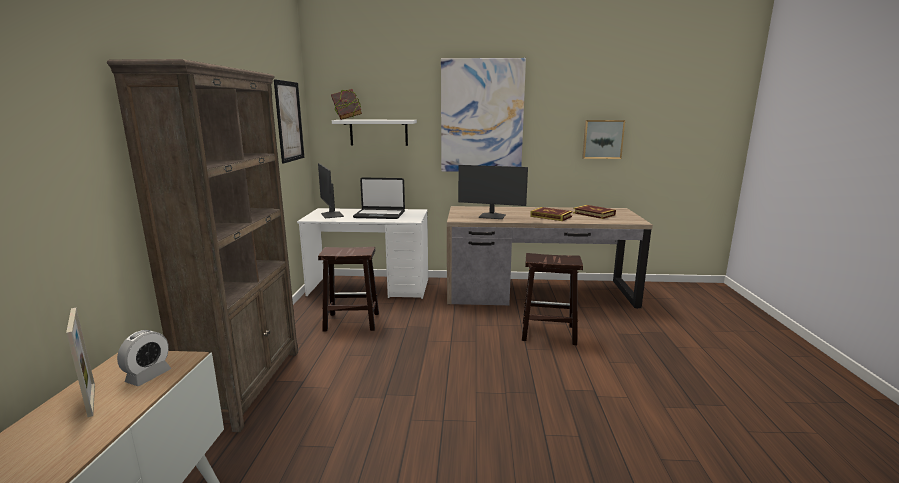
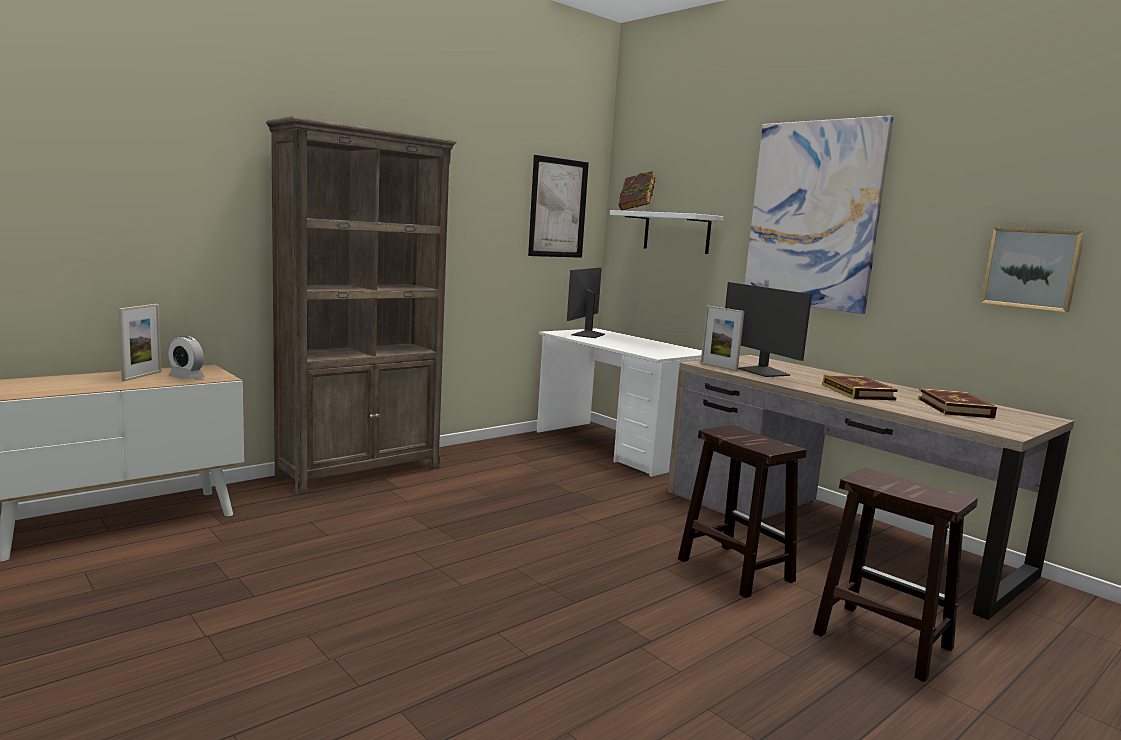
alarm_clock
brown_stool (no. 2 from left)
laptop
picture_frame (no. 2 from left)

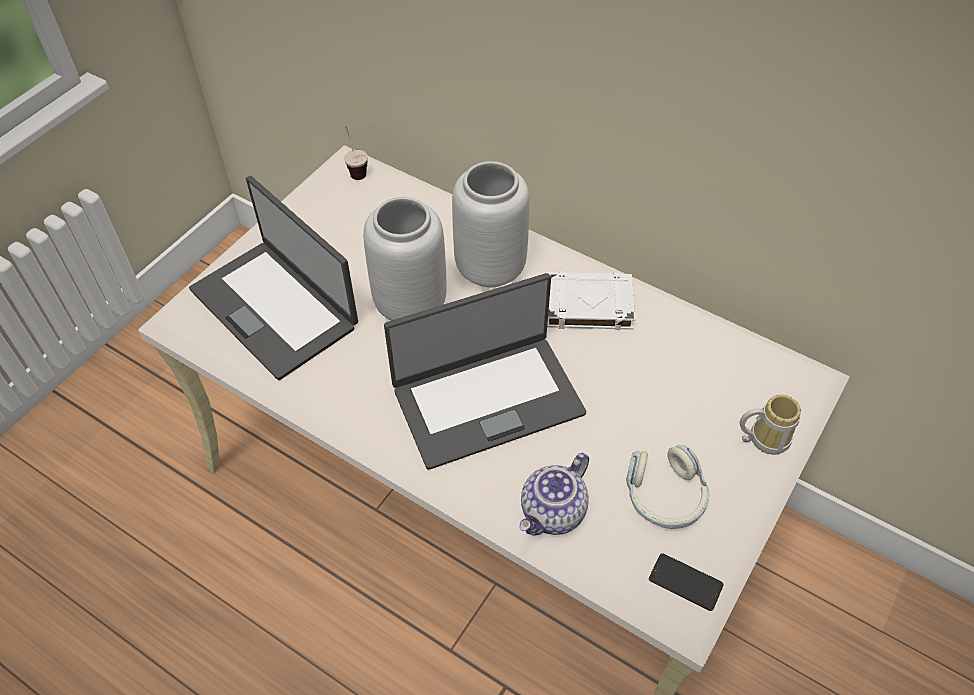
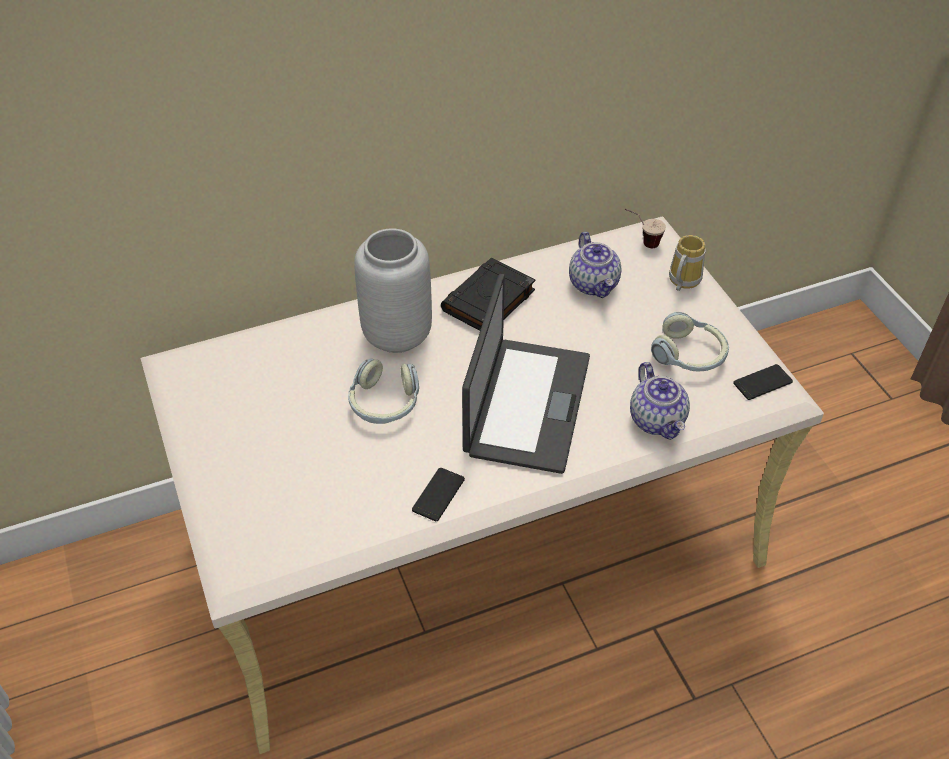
laptop (no. 1 from left in the first image)
cup
headphones (no. 1 from left)
black_book
phone (no. 1 from left)
teapot (no. 1 from left)

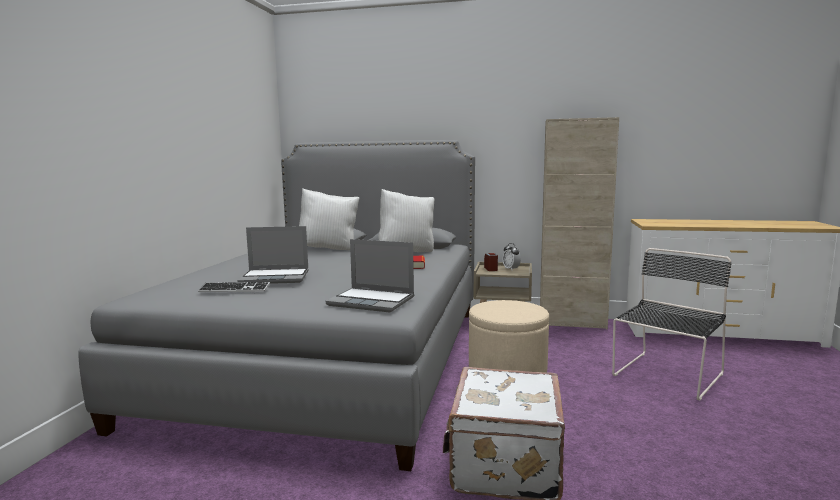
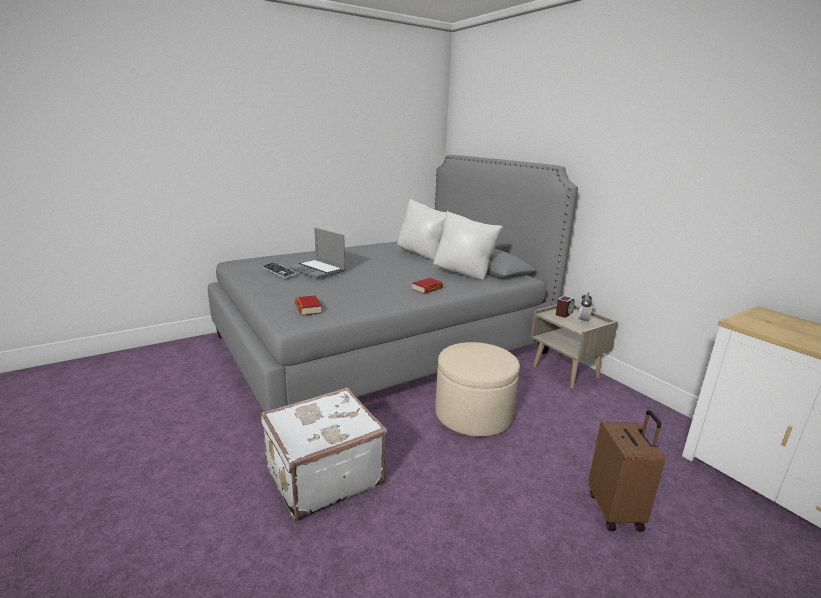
book (no. 1 from left)
beige_cabinet
brown_suitcase

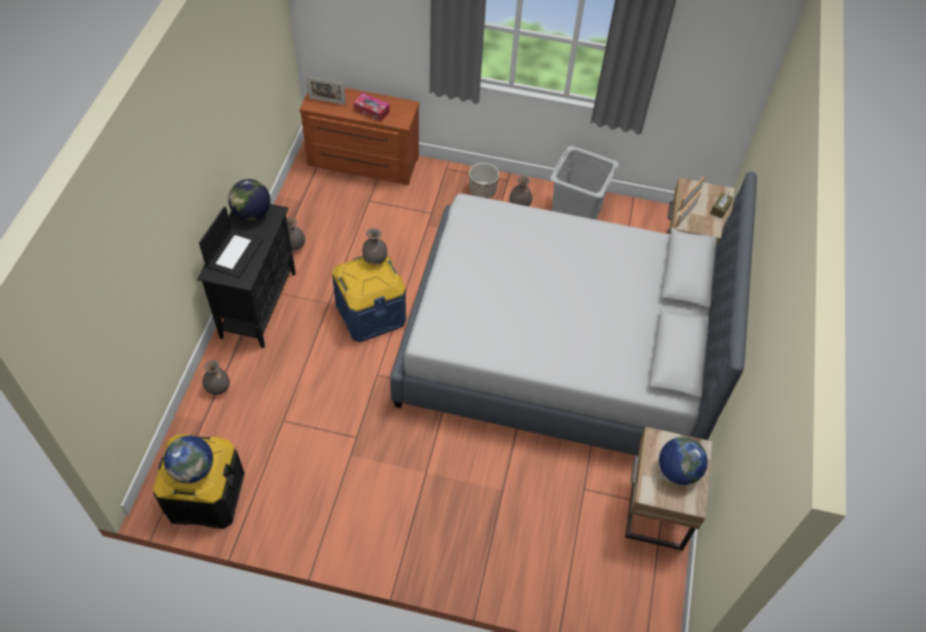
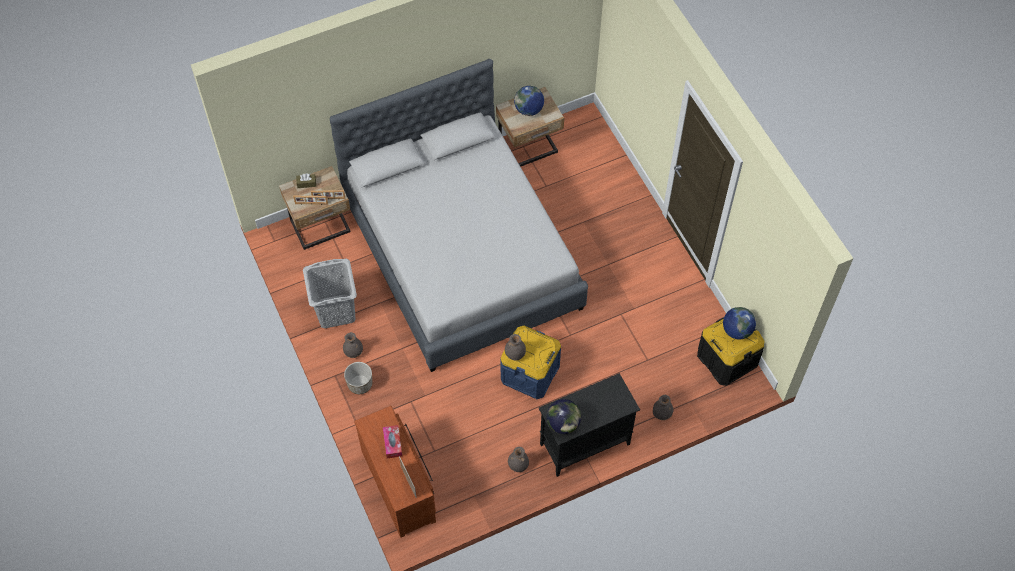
laptop

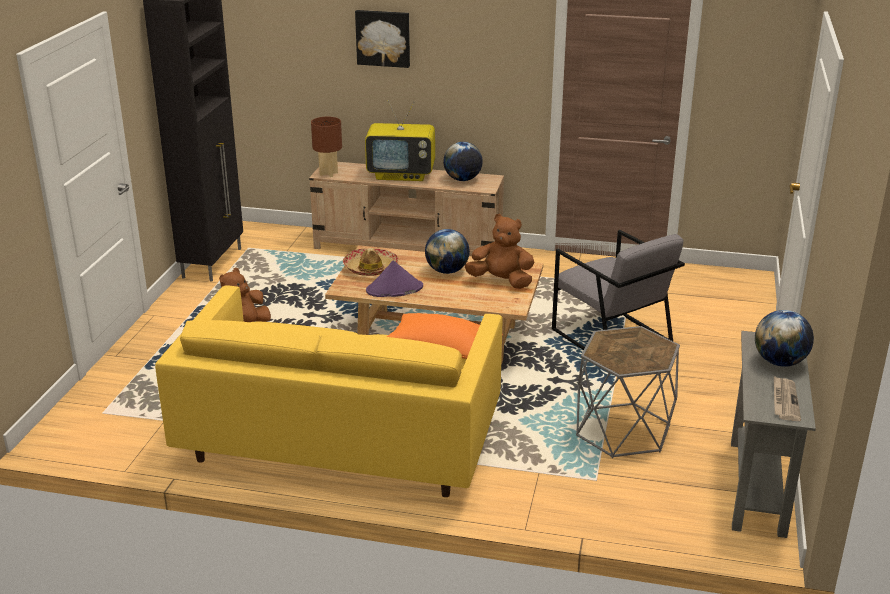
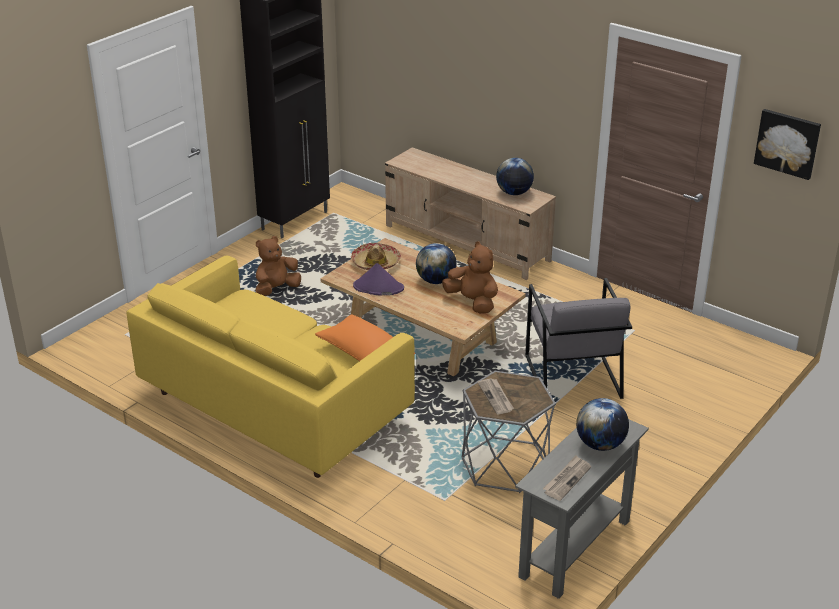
brown_table_lamp
picture
television
newspaper (no. 1 from left)

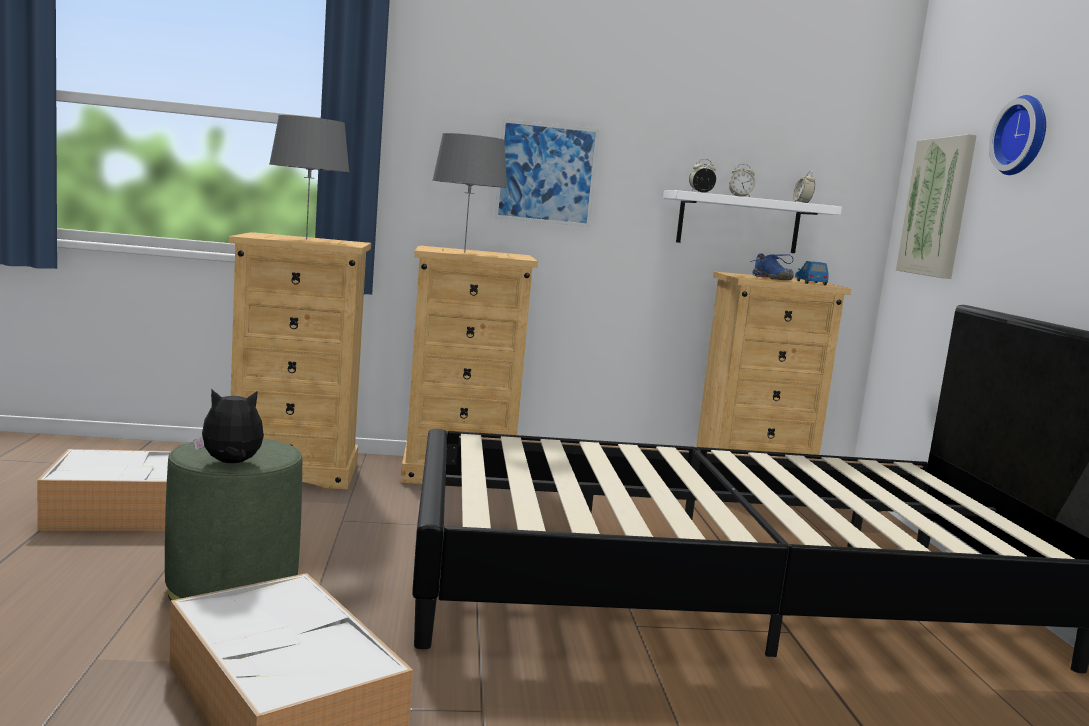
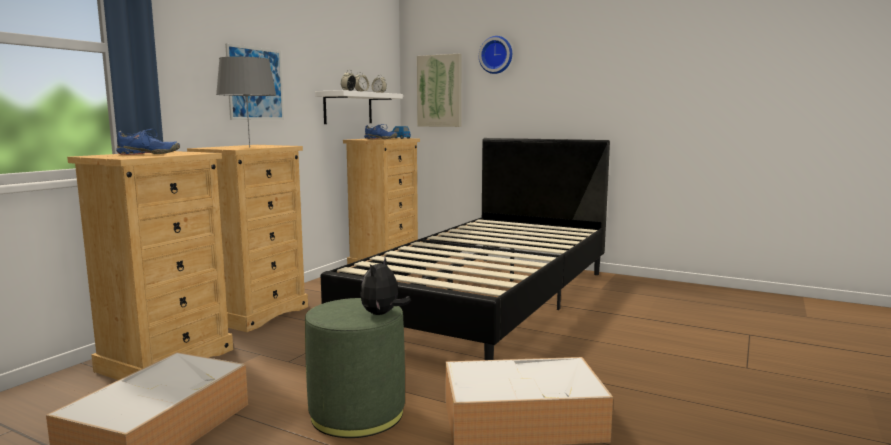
blue_shoe (no. 1 from left)

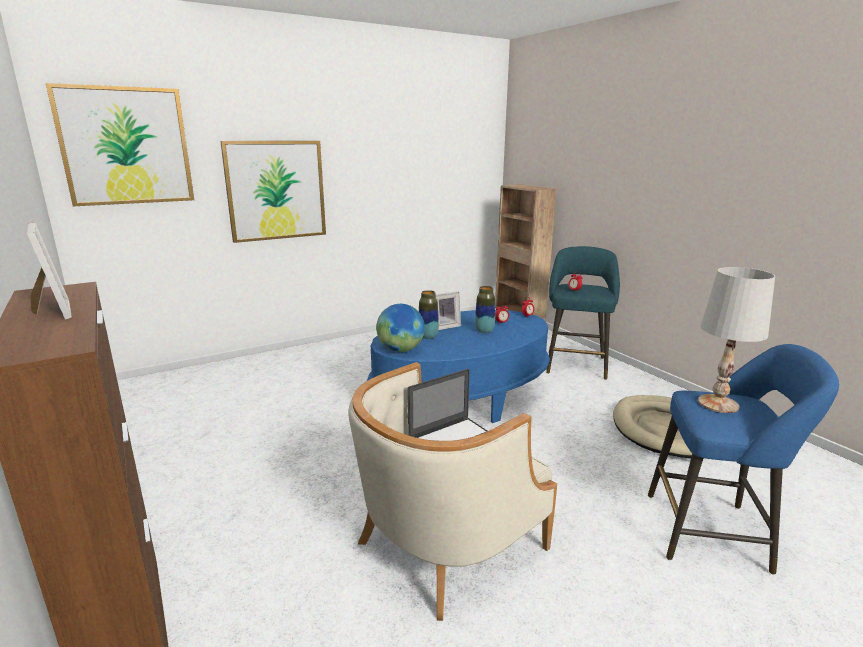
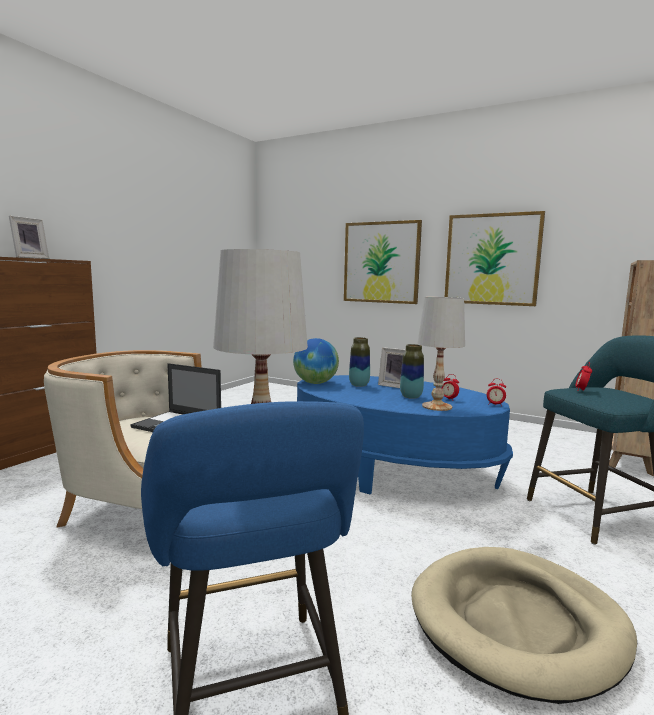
picture (no. 2 from left)
white_table_lamp (no. 2 from left)

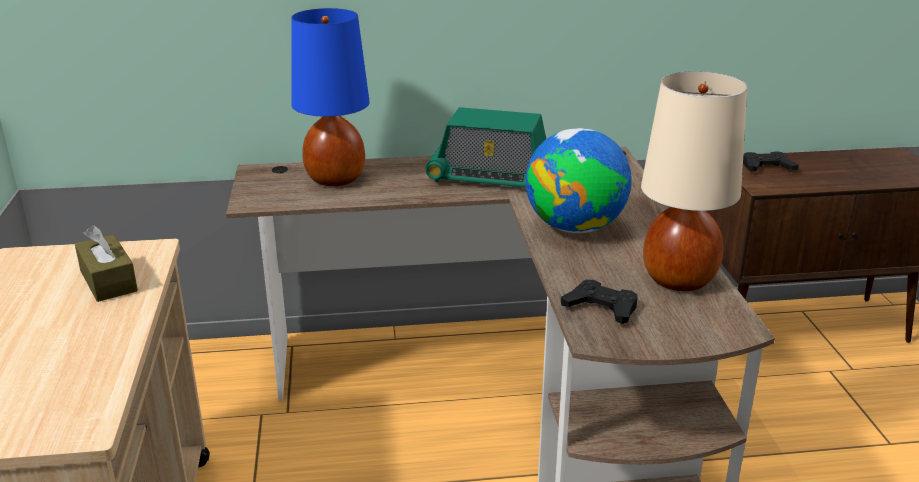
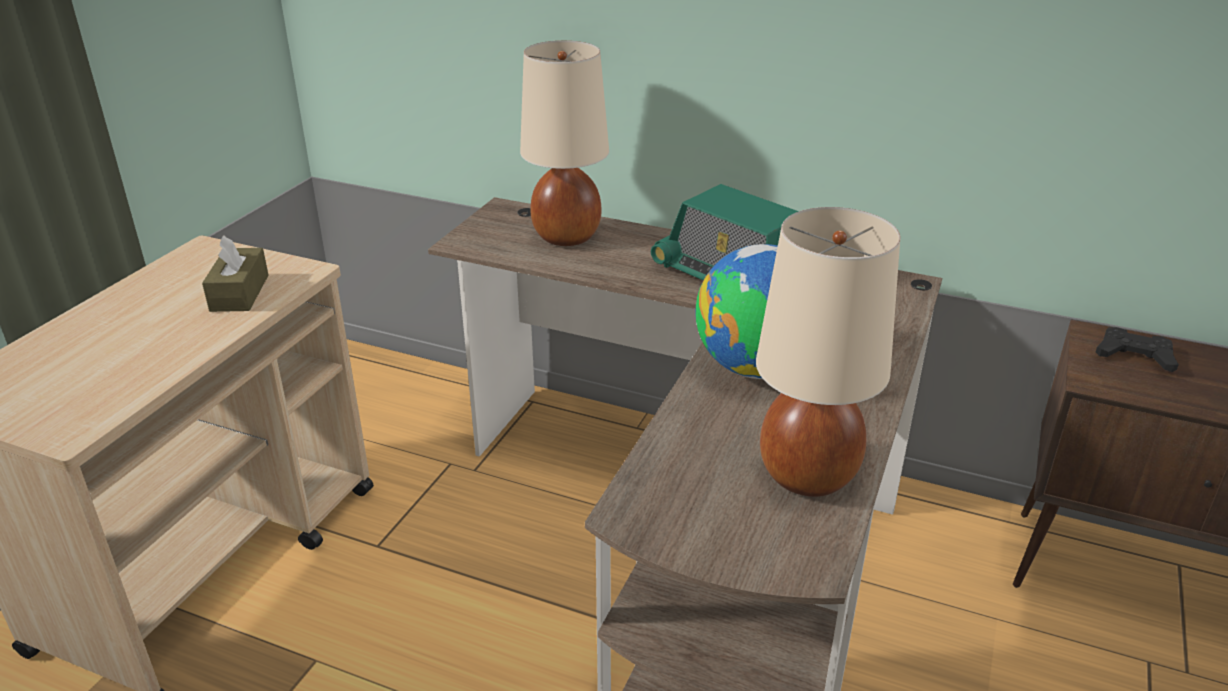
beige_table_lamp (no. 1 from left)
black_game_controller (no. 1 from left in the first image)

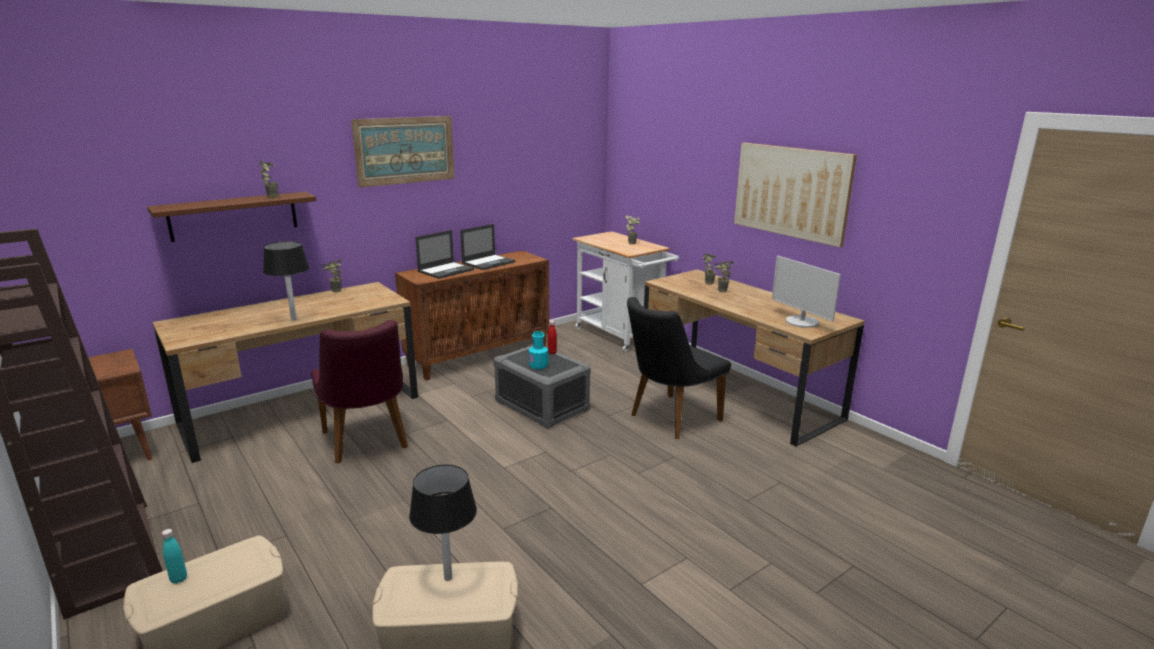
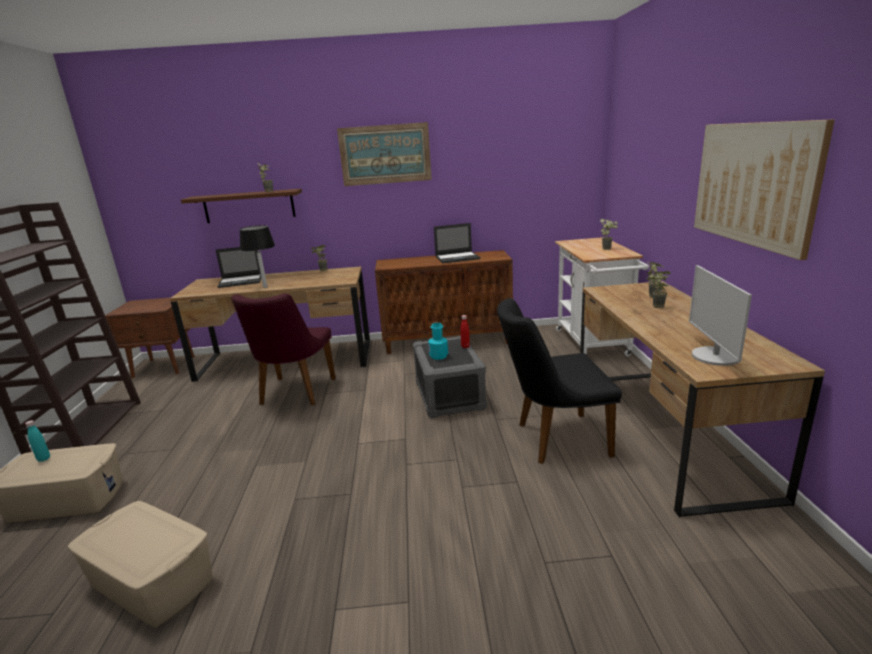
black_table_lamp (no. 2 from left in the first image)
laptop (no. 1 from left)

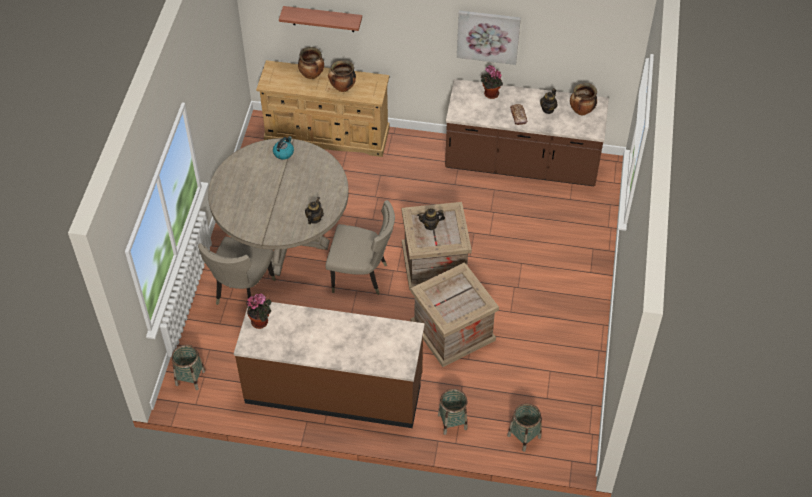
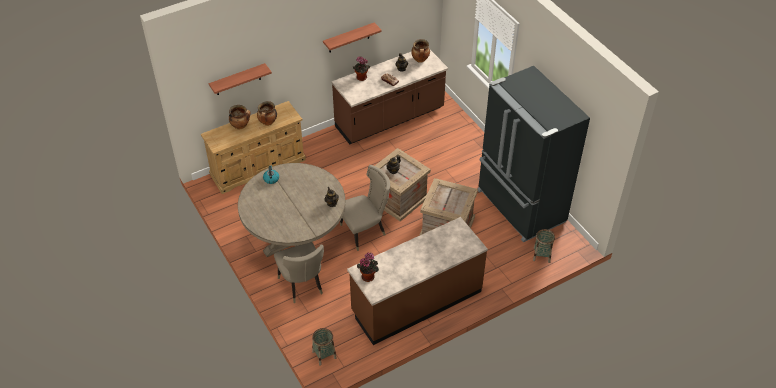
basket (no. 2 from left in the first image)
shelf (no. 2 from left)
black_fridge

